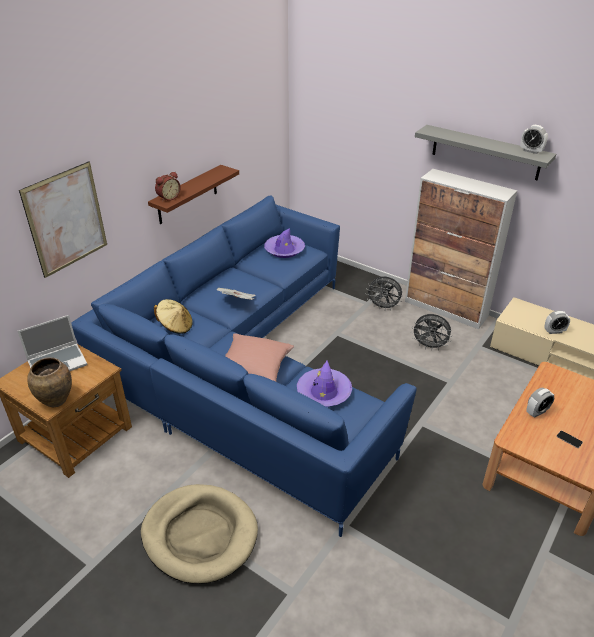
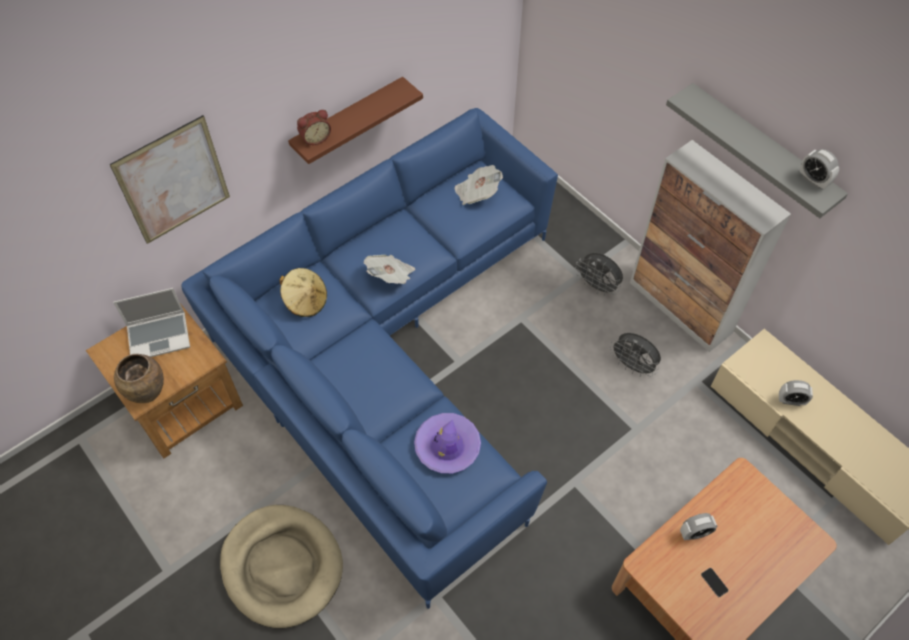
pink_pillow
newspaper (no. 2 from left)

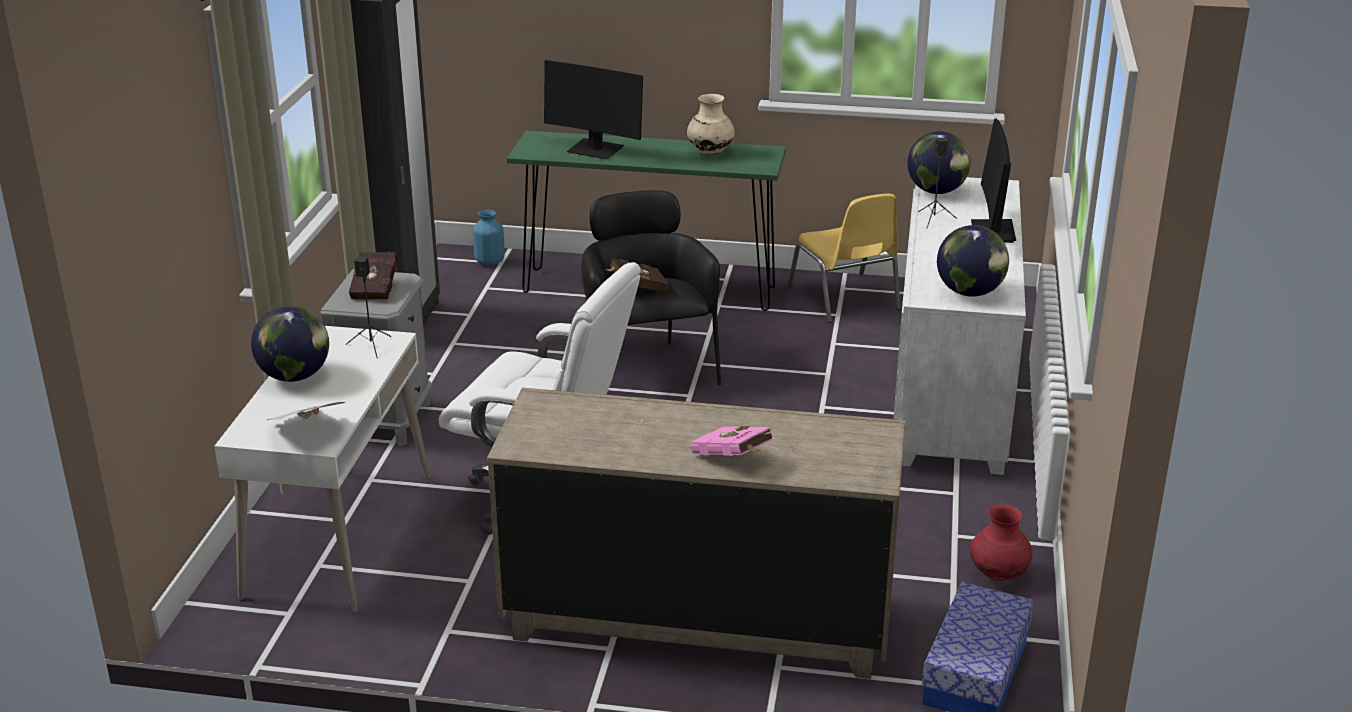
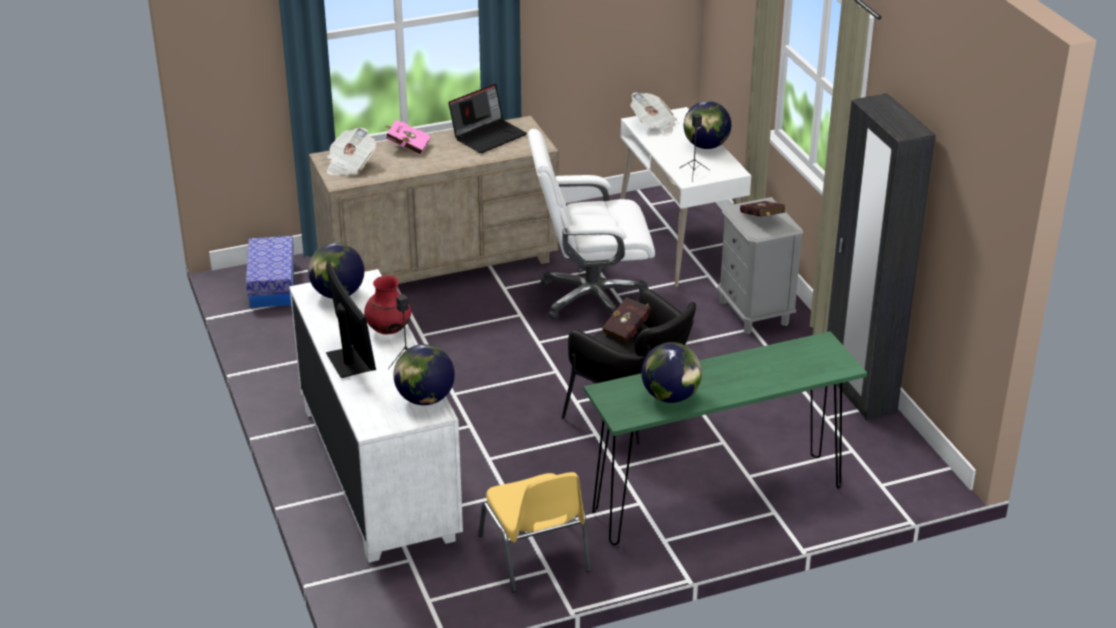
blue_vase
monitor (no. 1 from left in the first image)
globe (no. 3 from left)
yellow_chair
red_vase
newspaper (no. 1 from left)
laptop

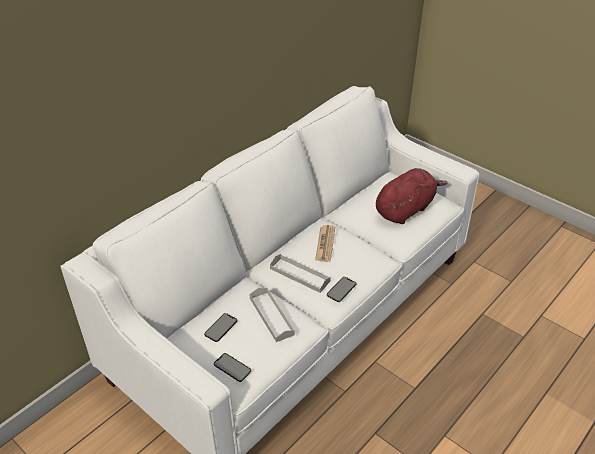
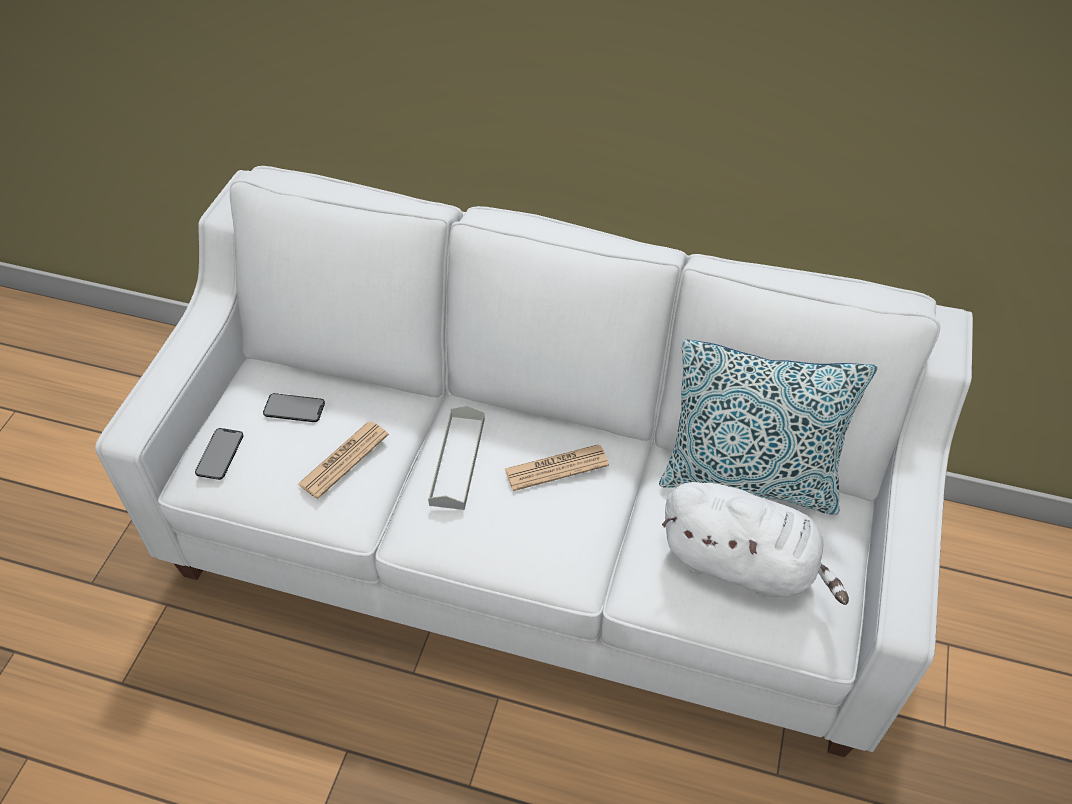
newspaper (no. 1 from left)
phone (no. 3 from left in the first image)
white_plush_toy
pillow

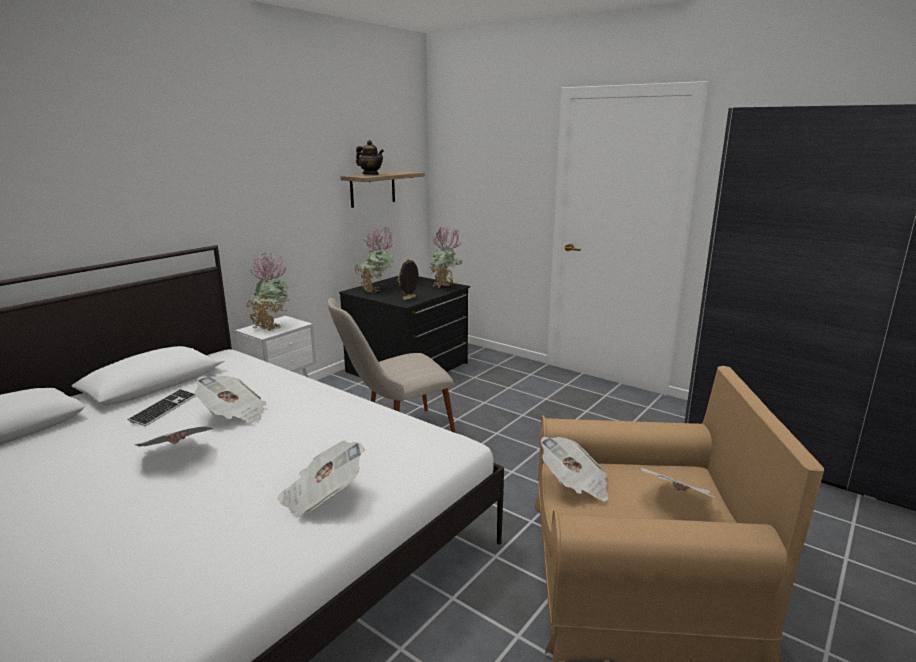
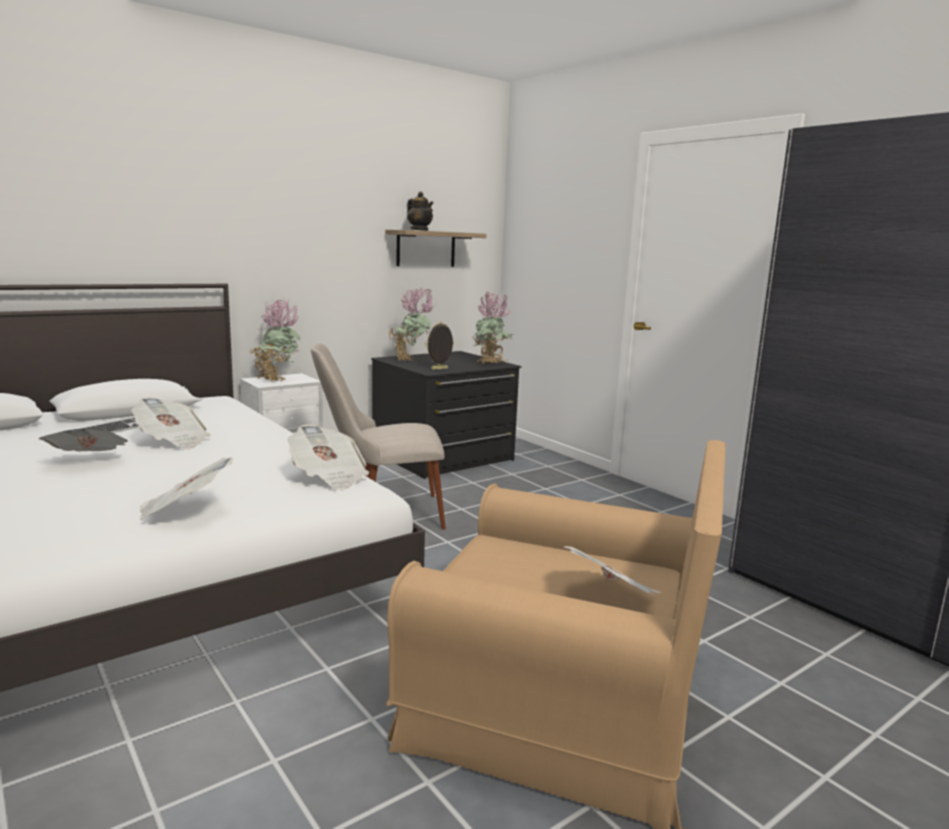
newspaper (no. 4 from left)

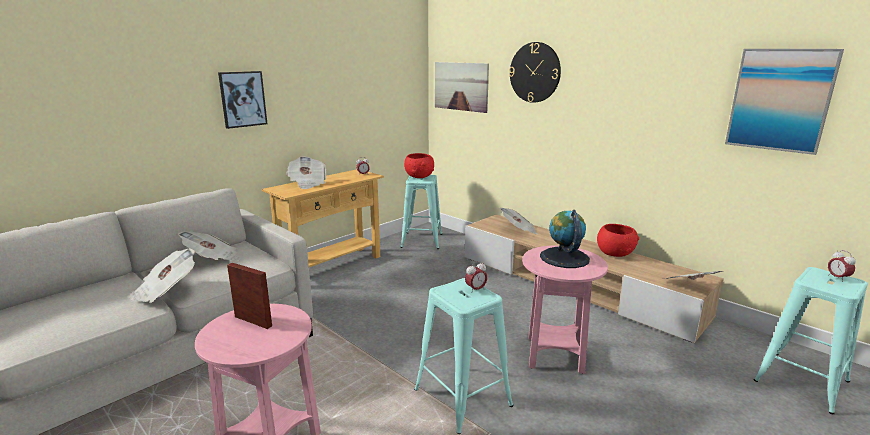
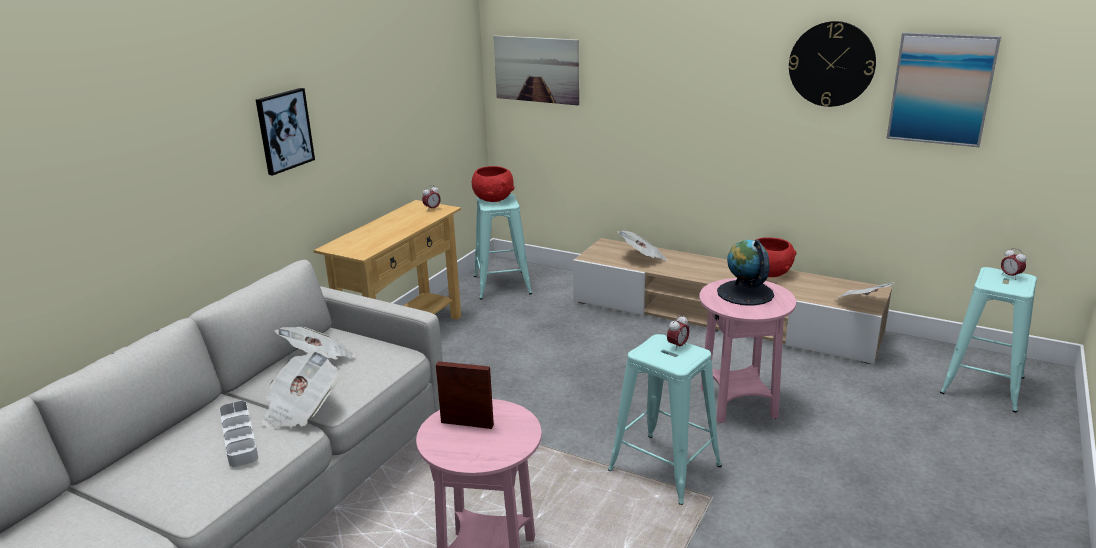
newspaper (no. 3 from left in the first image)
wall_clock
grey_tray

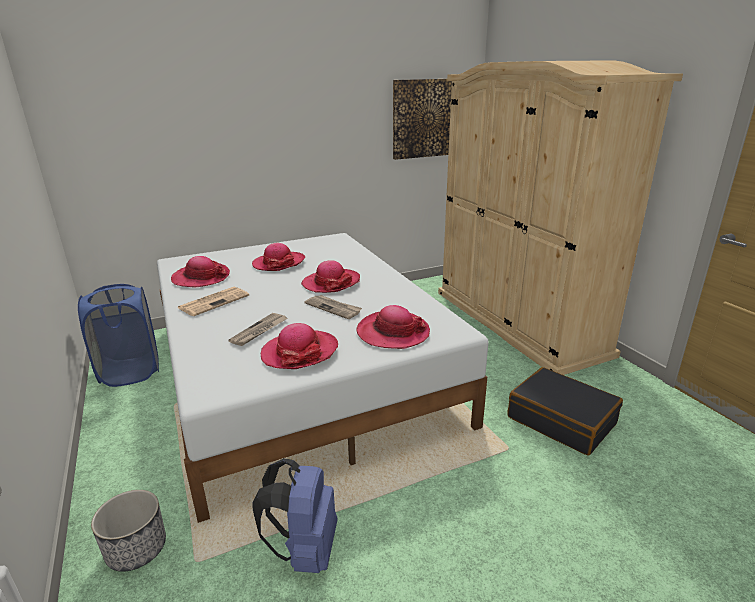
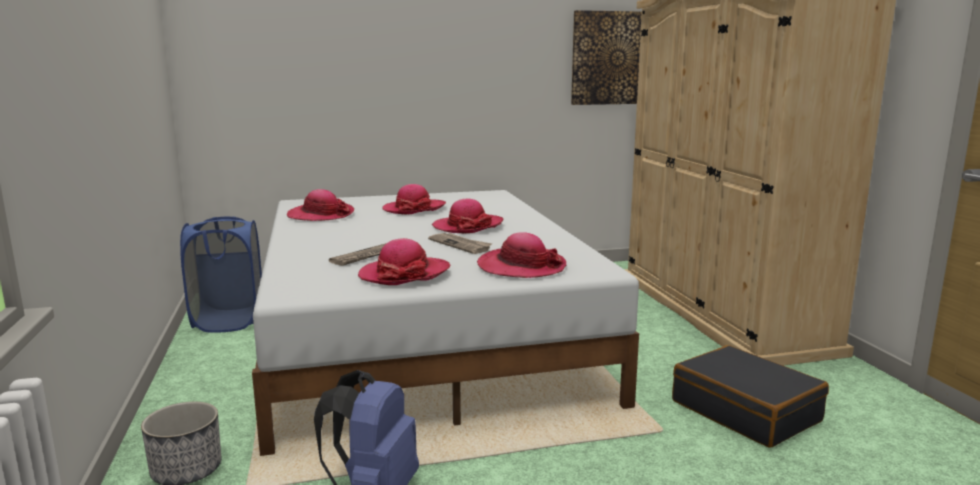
newspaper (no. 1 from left in the first image)

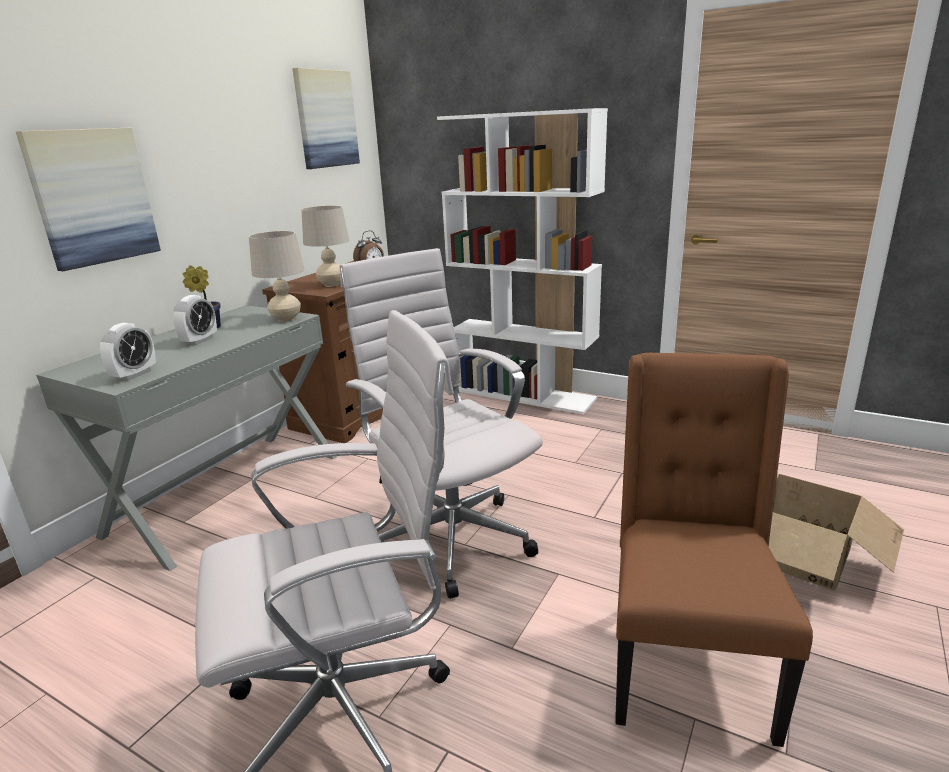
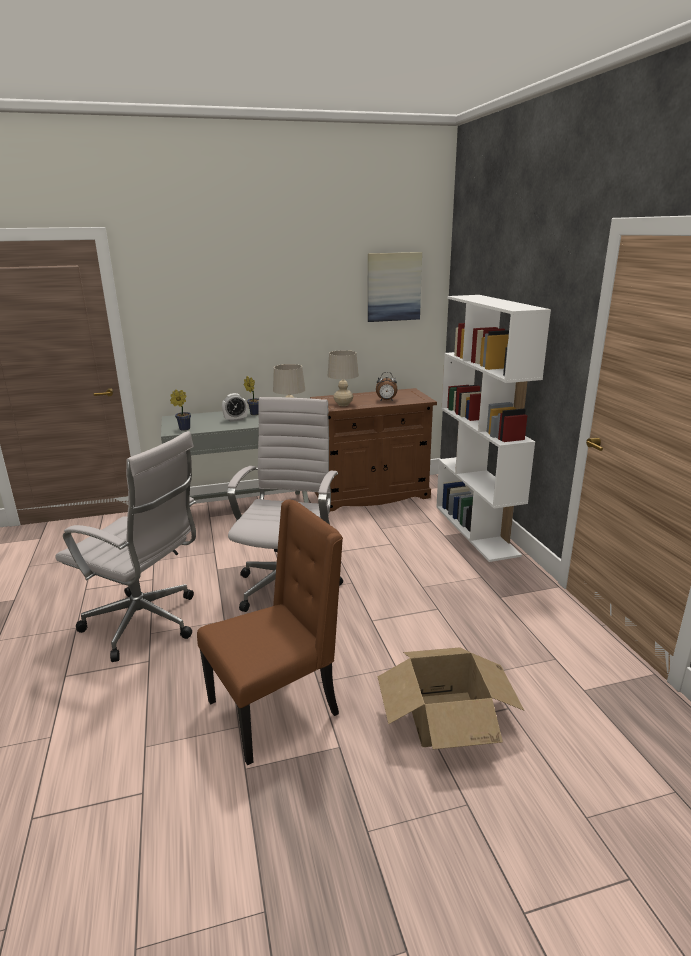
picture (no. 1 from left in the first image)
potted_plant (no. 1 from left)

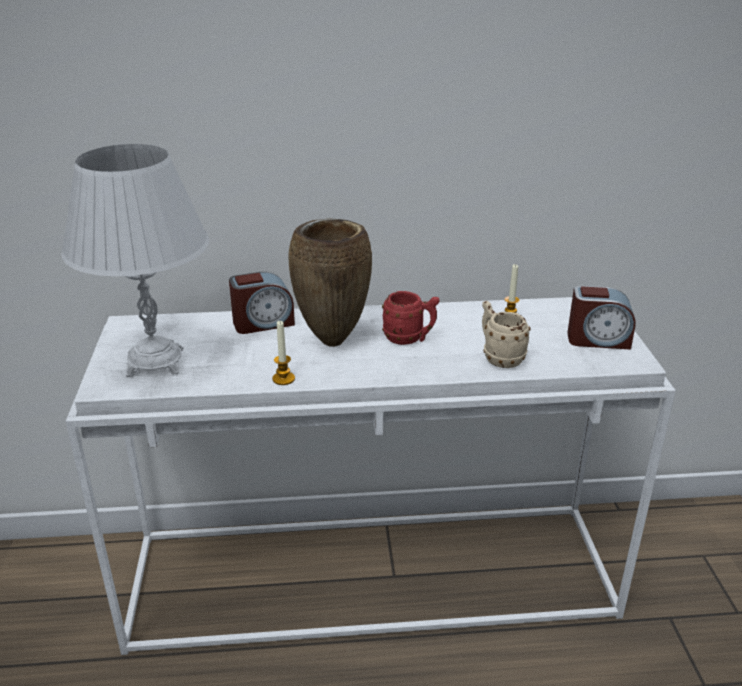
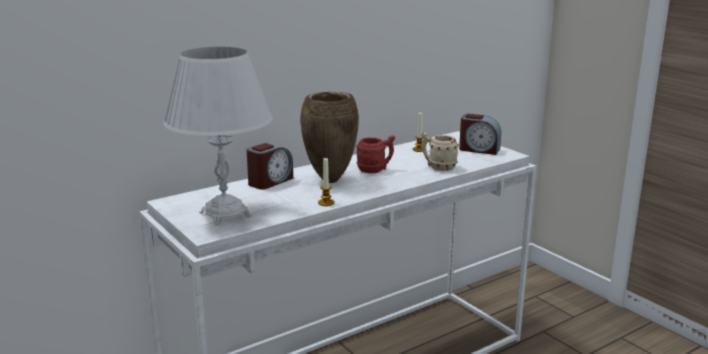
alarm_clock (no. 2 from left)

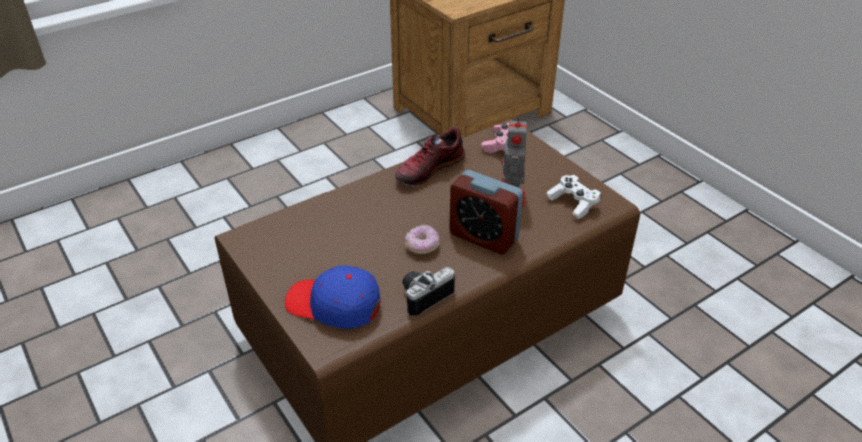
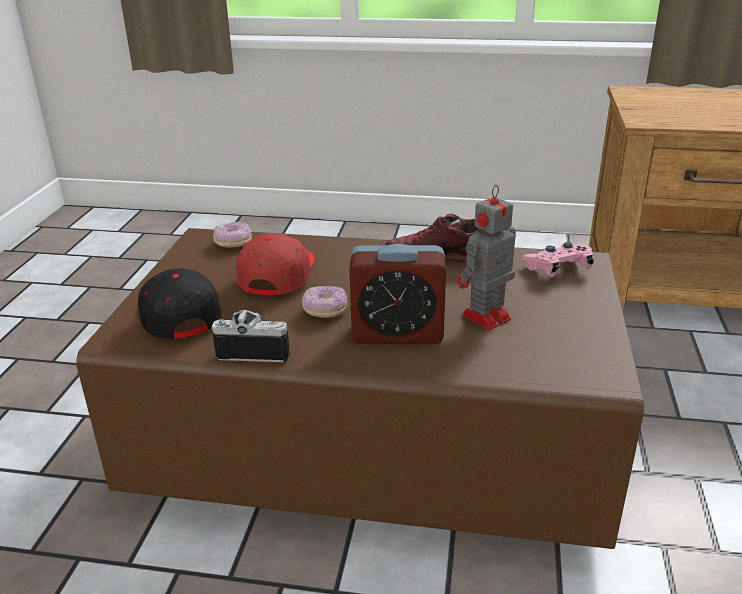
black_cap
alarm_clock
white_game_controller
donut (no. 1 from left)
red_cap

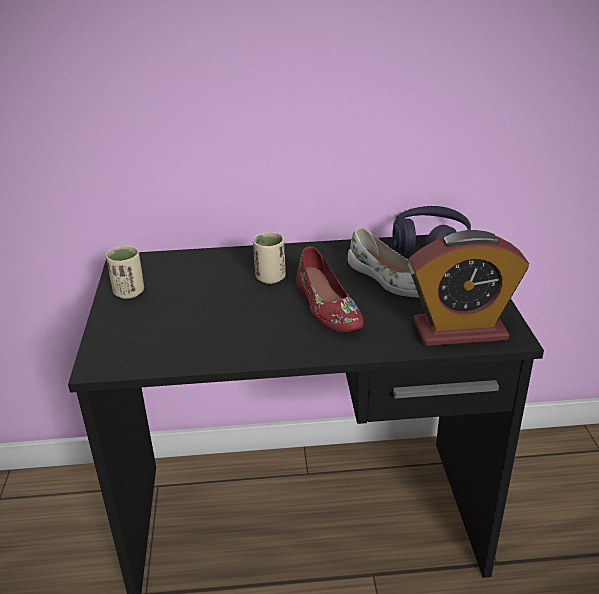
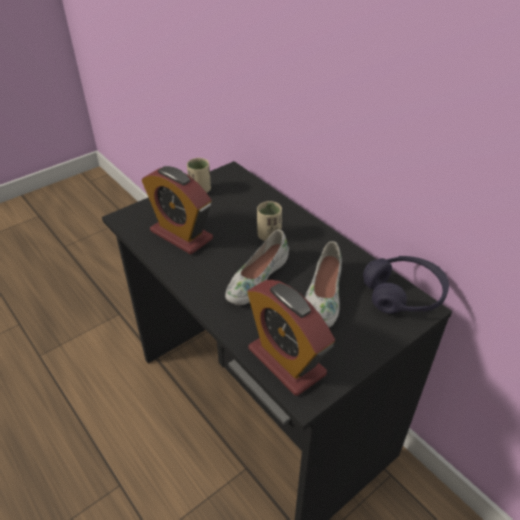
white_shoe (no. 1 from left)
alarm_clock (no. 1 from left)

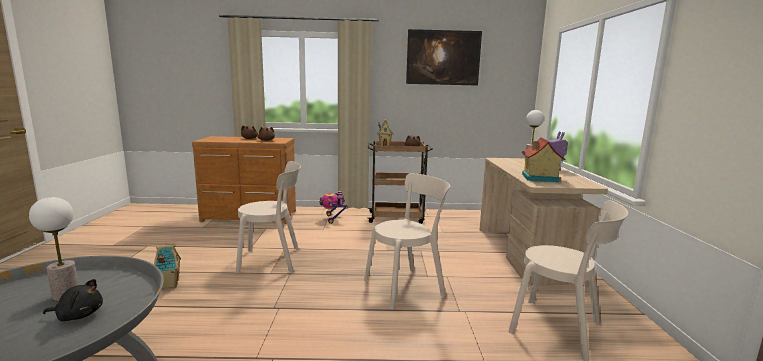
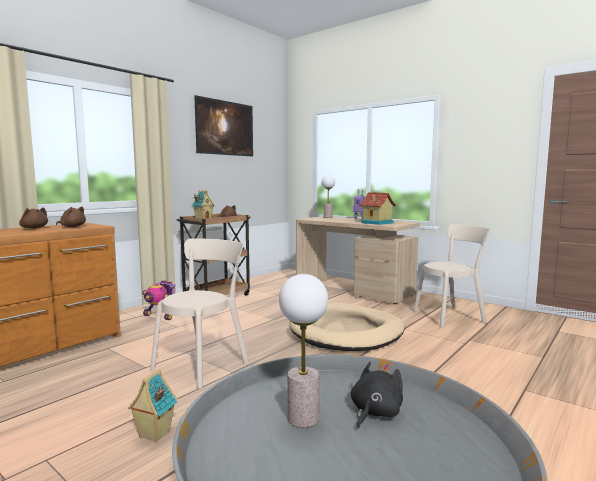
beige_dog_bed

